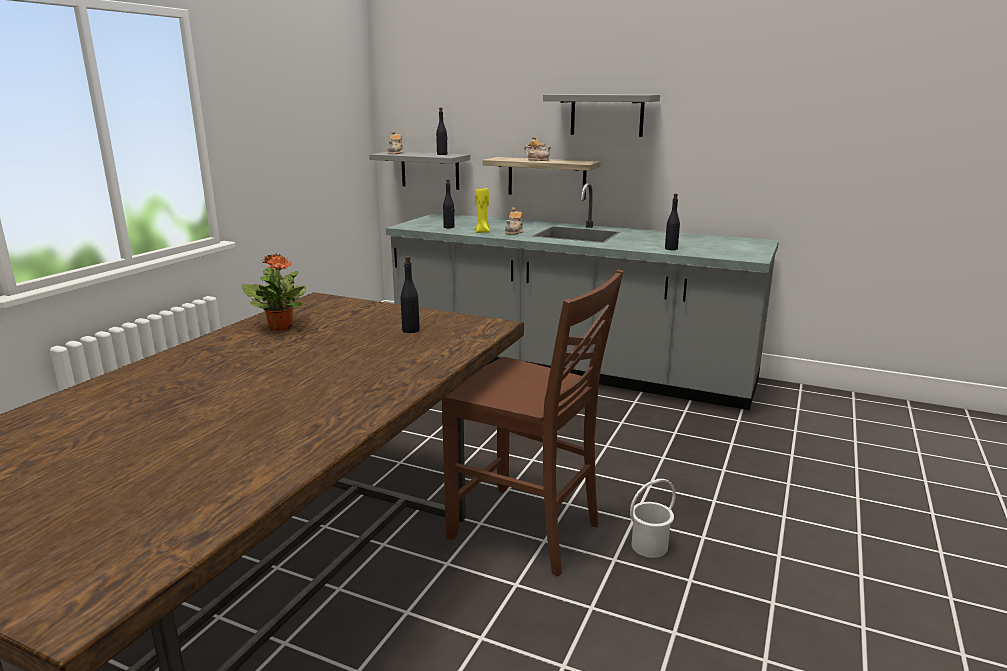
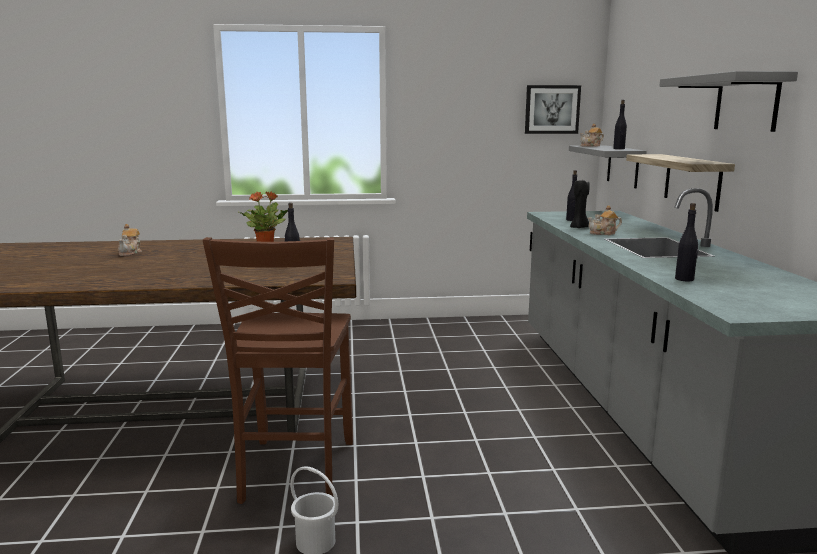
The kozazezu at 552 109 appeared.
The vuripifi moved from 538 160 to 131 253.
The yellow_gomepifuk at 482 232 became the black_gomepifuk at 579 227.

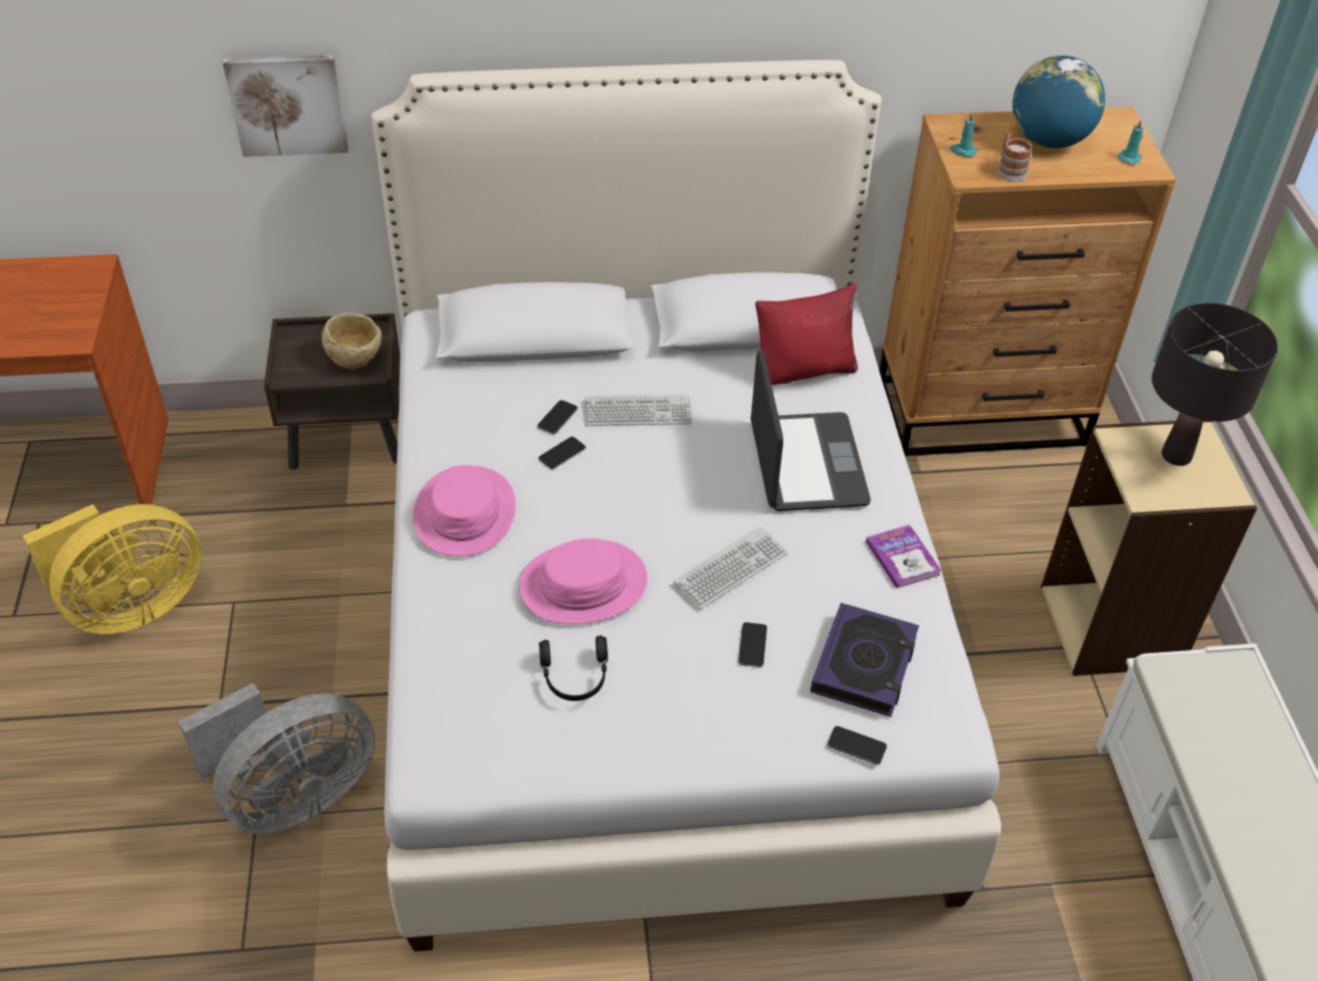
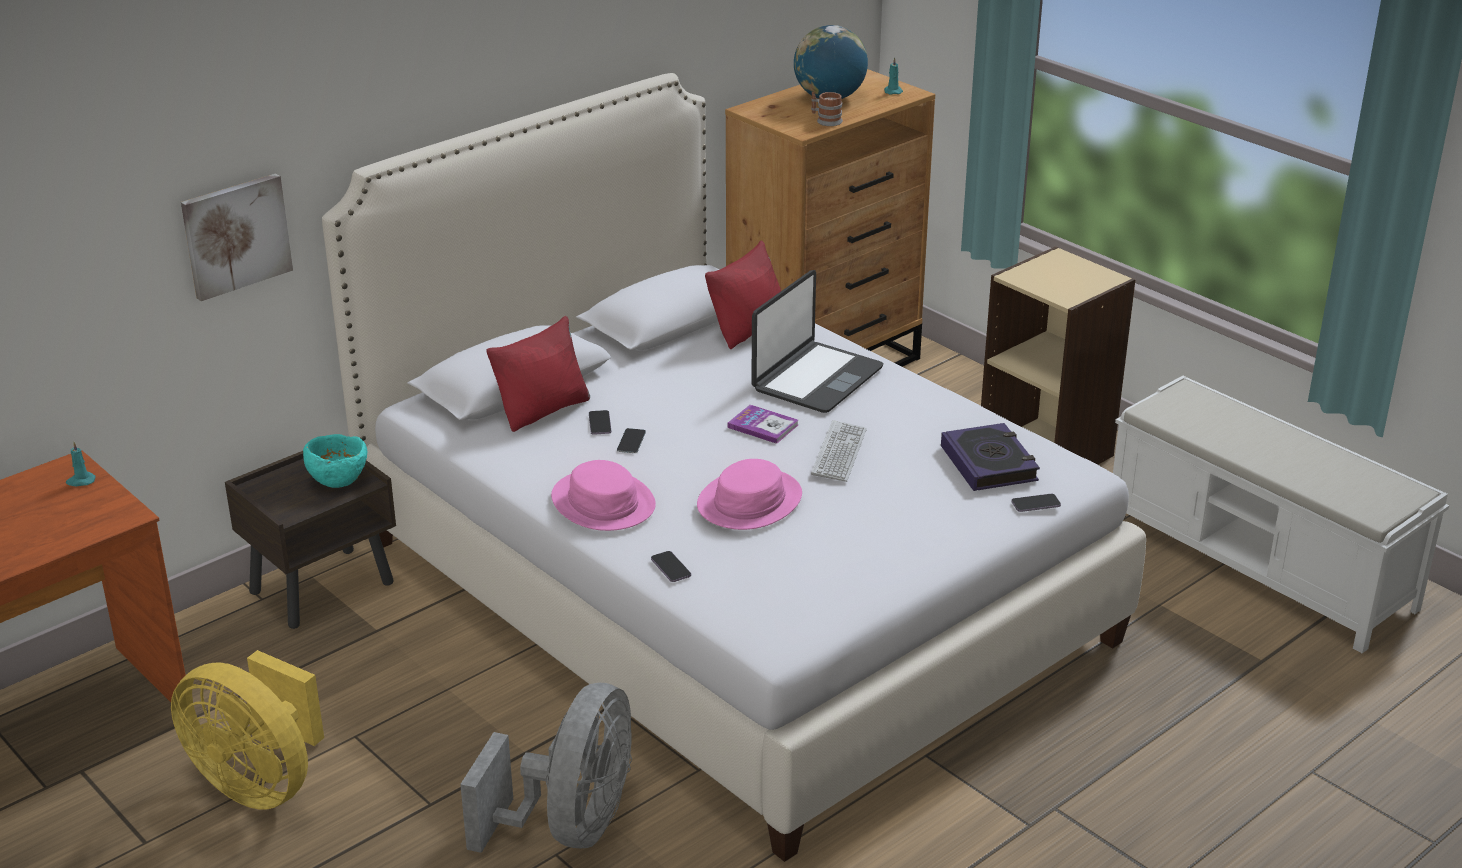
The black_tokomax at 575 677 disappeared.
The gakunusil at 638 412 disappeared.
The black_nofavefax at 1176 455 disappeared.
The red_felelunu at 543 410 appeared.
The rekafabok moved from 752 645 to 670 568.
The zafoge moved from 902 558 to 763 426.
The turquoise_gomepifuk moved from 962 151 to 80 481.
The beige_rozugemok at 356 359 became the turquoise_rozugemok at 338 480.
The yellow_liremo at 131 607 turned 105 degrees clockwise.
The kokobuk at 806 464 turned 75 degrees clockwise.

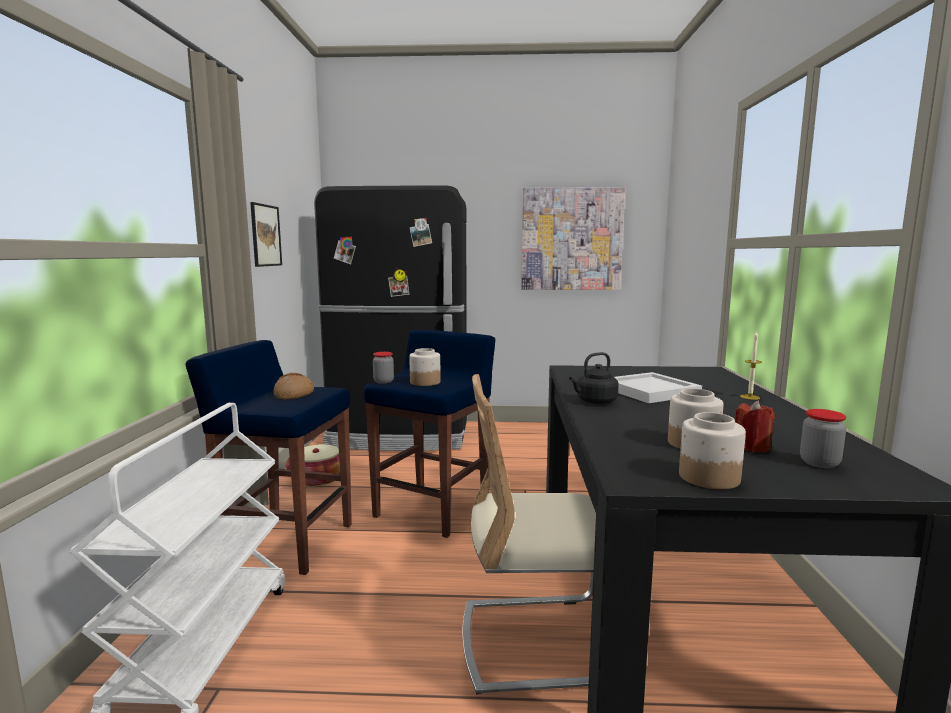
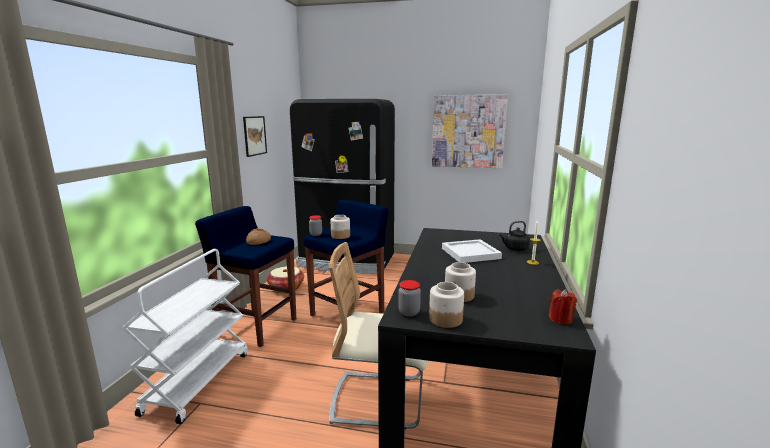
The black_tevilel moved from 594 401 to 515 249.
The red_gomepifuk moved from 751 447 to 560 319.
The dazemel moved from 819 463 to 409 312.

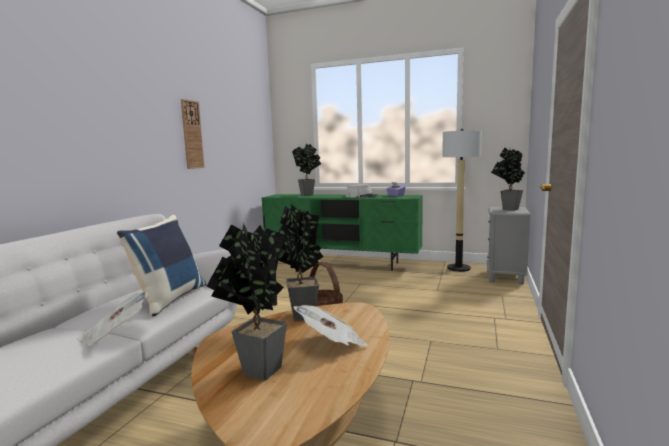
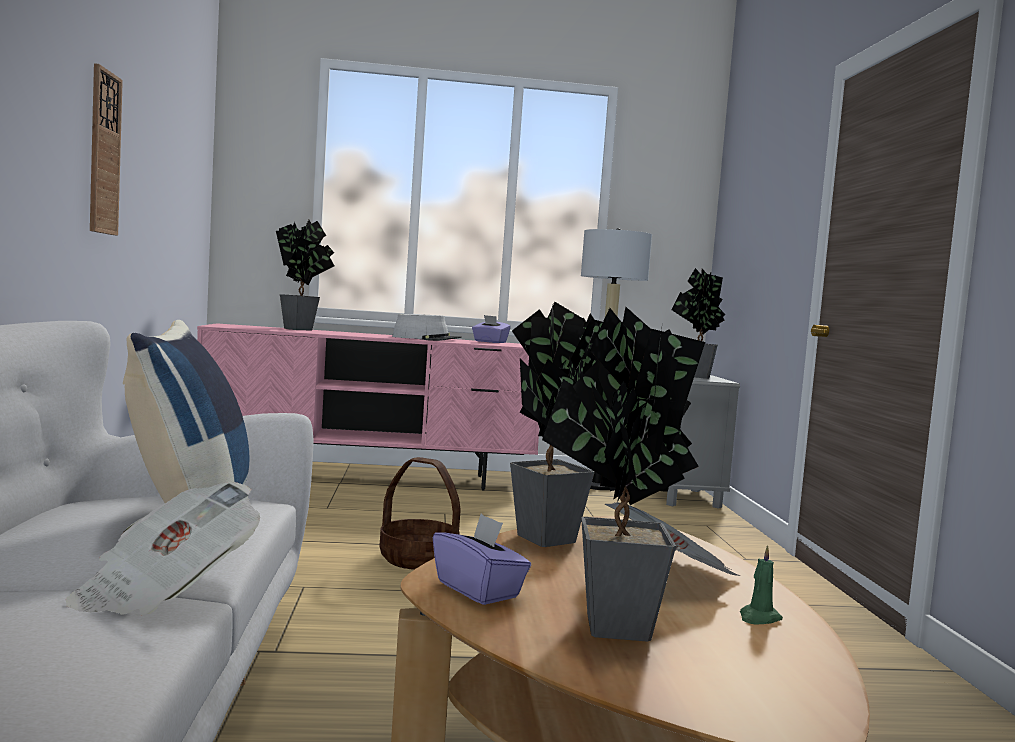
The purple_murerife at 478 590 appeared.
The green_gomepifuk at 759 618 appeared.
The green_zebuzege at 342 263 became the pink_zebuzege at 371 477.

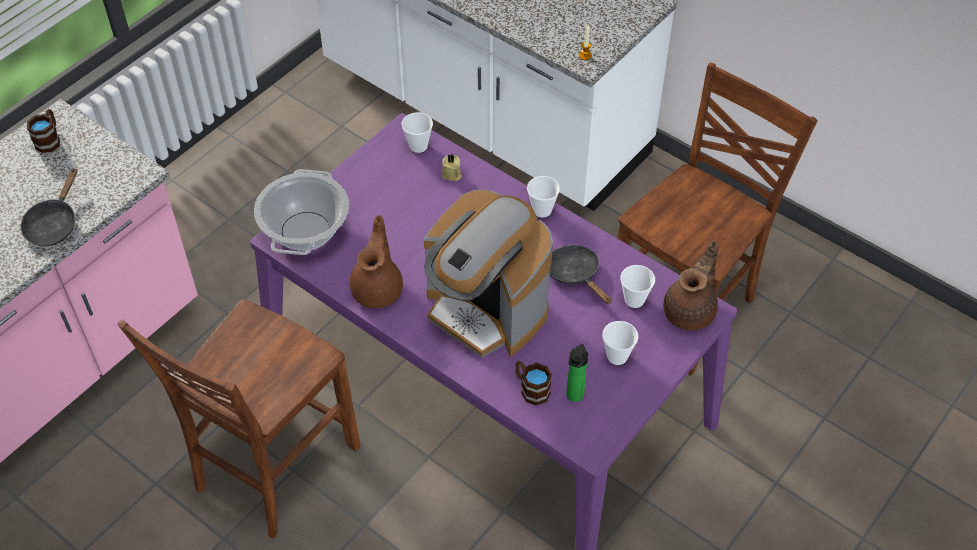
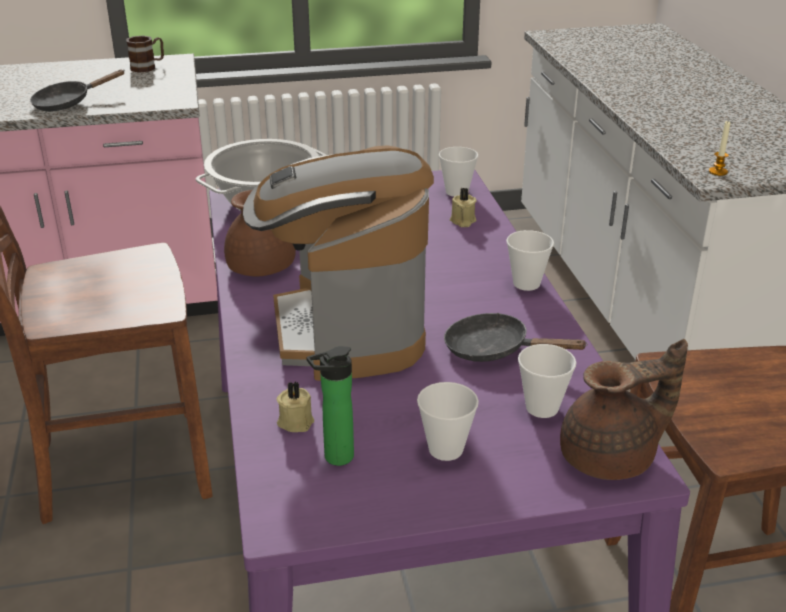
The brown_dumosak at 531 389 was replaced by the beige_gomepifuk at 295 421.
The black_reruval at 575 274 turned 75 degrees counterclockwise.

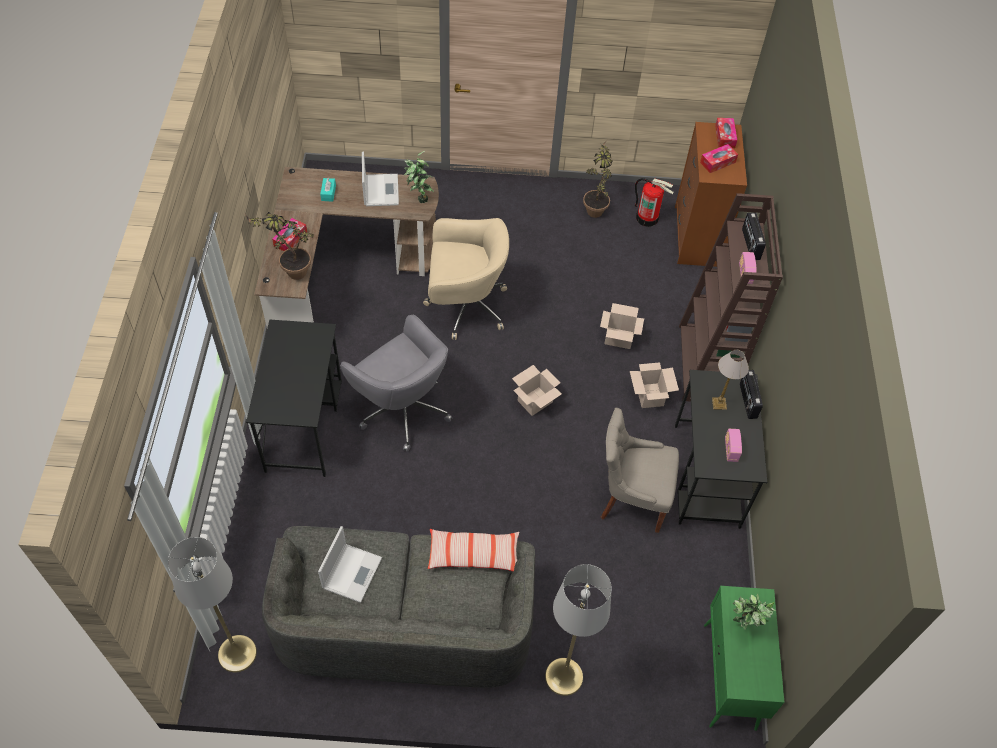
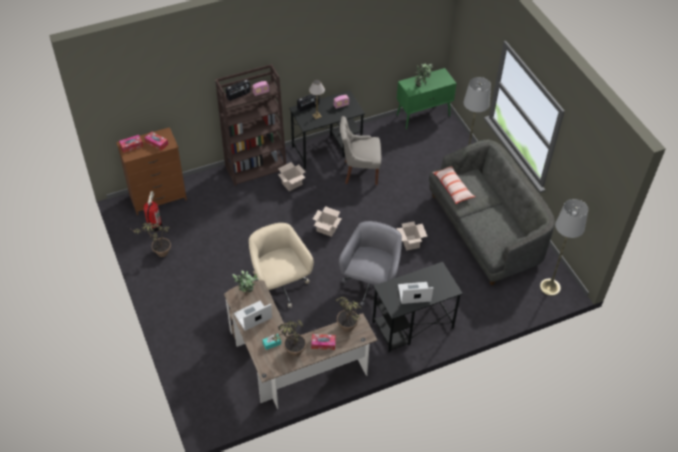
The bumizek at 291 353 appeared.
The kokobuk moved from 352 571 to 413 293.
The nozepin moved from 618 338 to 410 243.
The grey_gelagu at 631 498 turned 105 degrees clockwise.

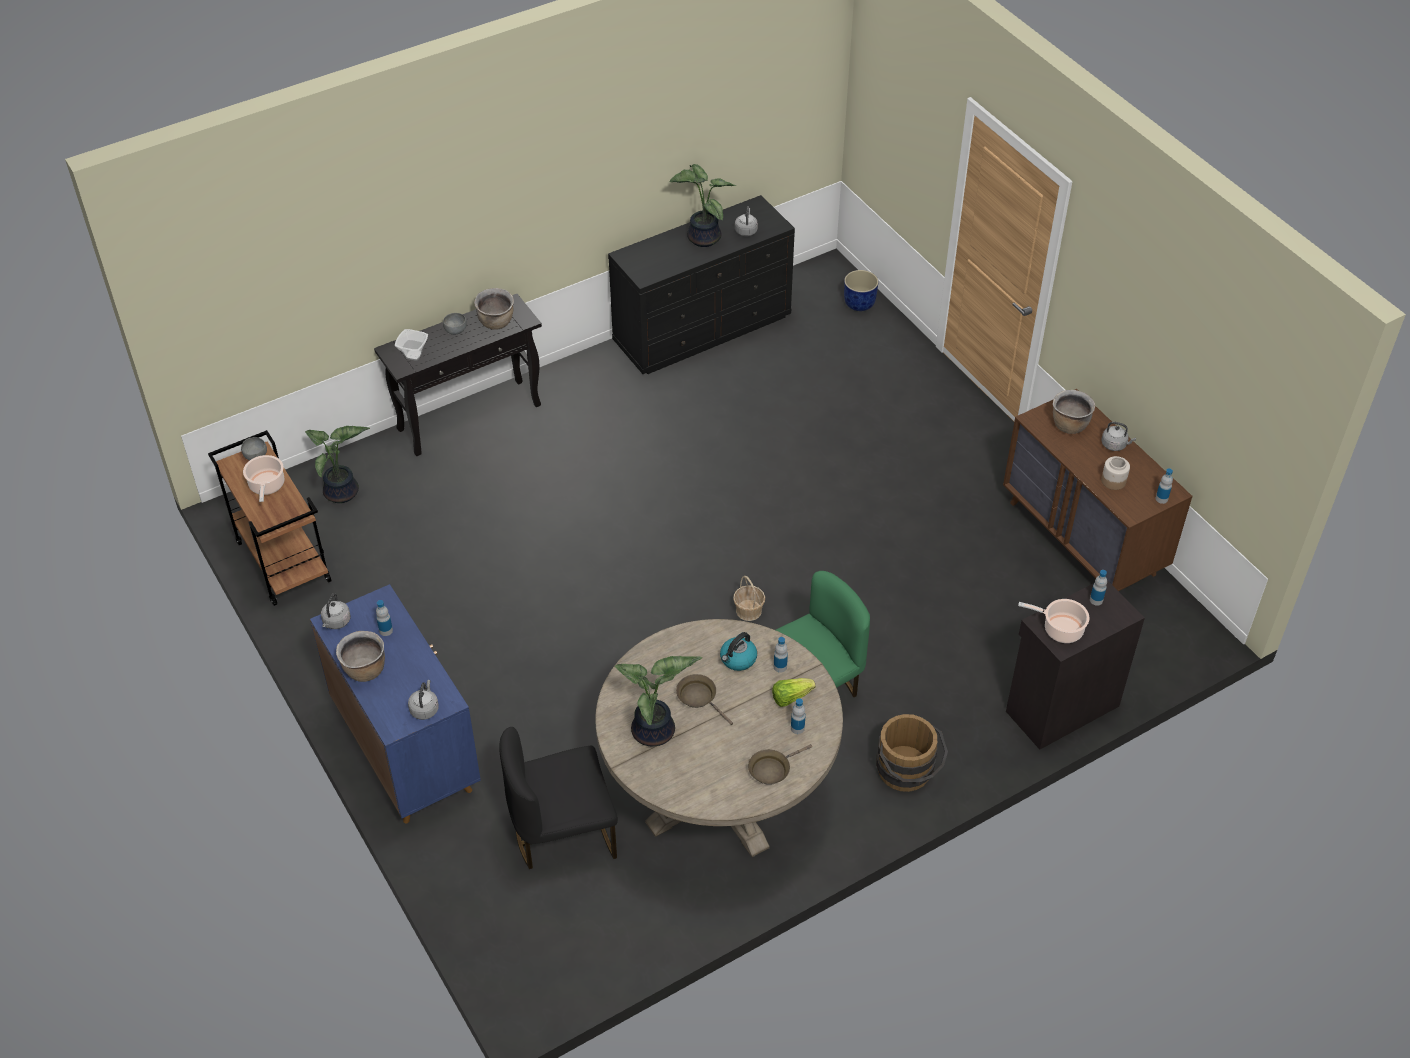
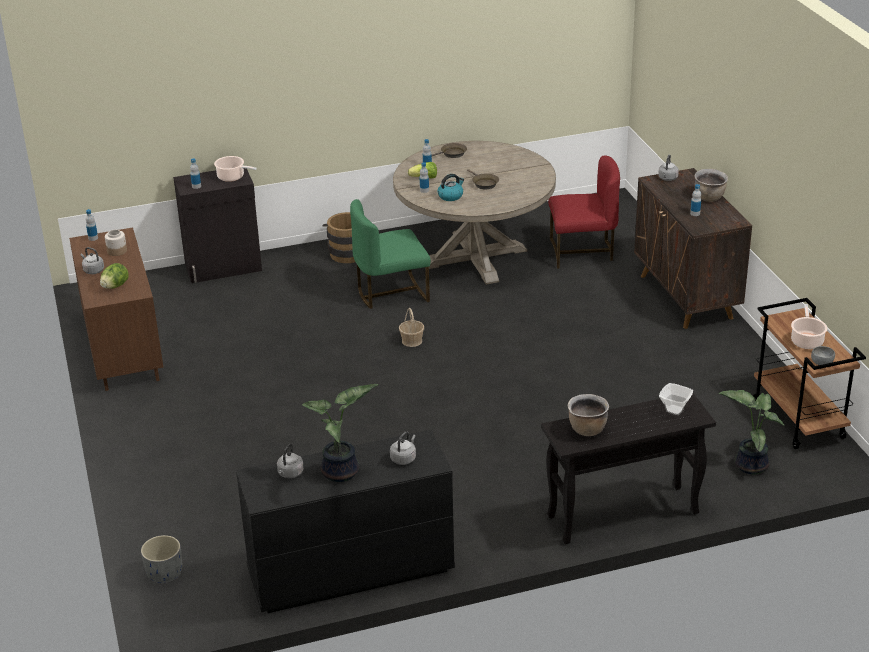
The grey_rozugemok at 455 330 disappeared.
The bumizek at 655 733 disappeared.
The grey_tevilel moved from 336 622 to 404 458.
The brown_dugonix at 1069 425 was replaced by the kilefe at 115 286.
The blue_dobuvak at 406 753 became the brown_dobuvak at 686 297.
The black_gelagu at 563 833 became the red_gelagu at 582 252.
The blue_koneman at 859 303 became the grey_koneman at 165 574.

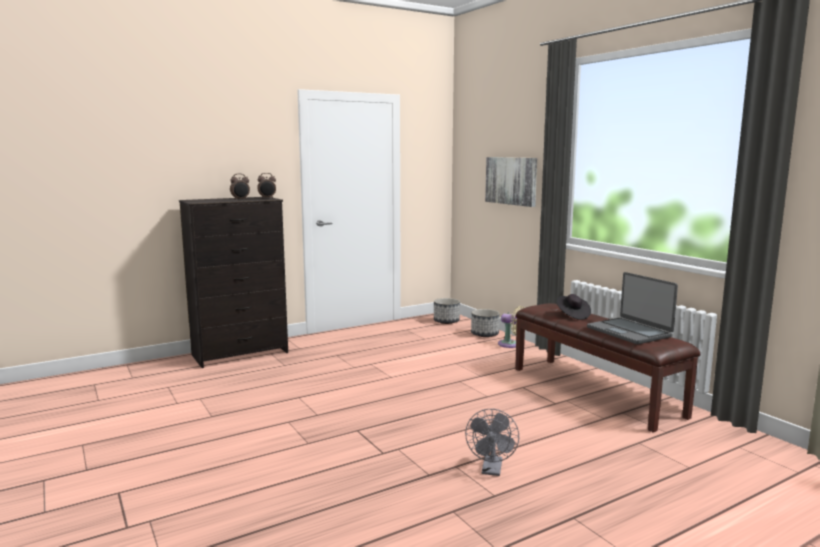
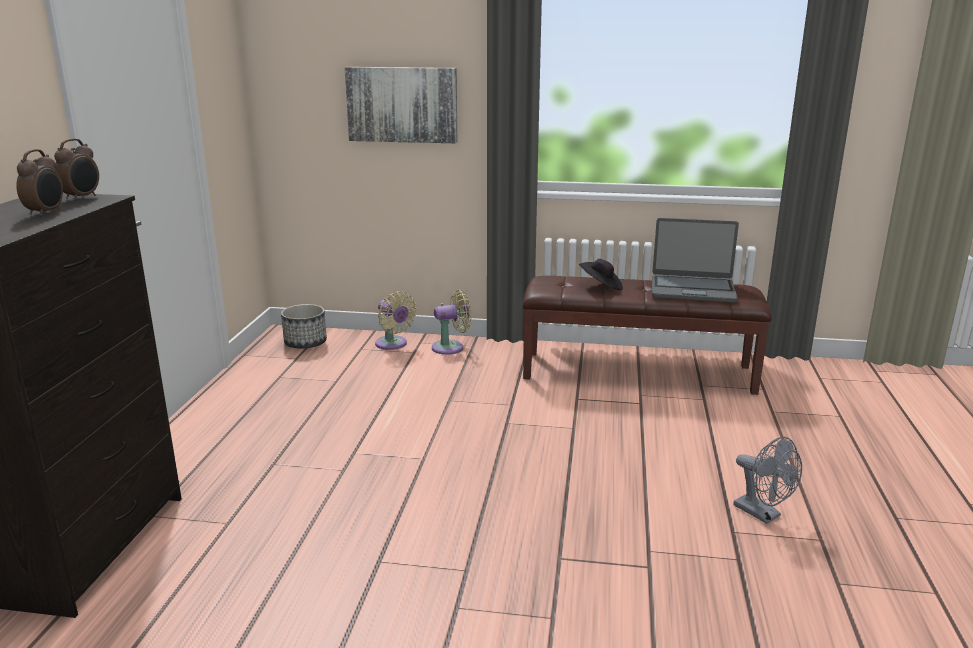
The koneman at 485 334 was replaced by the beige_liremo at 393 344.

